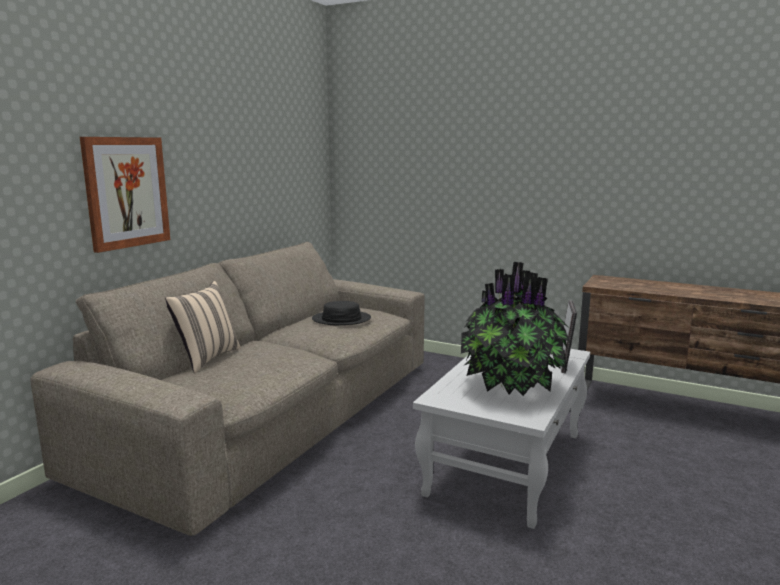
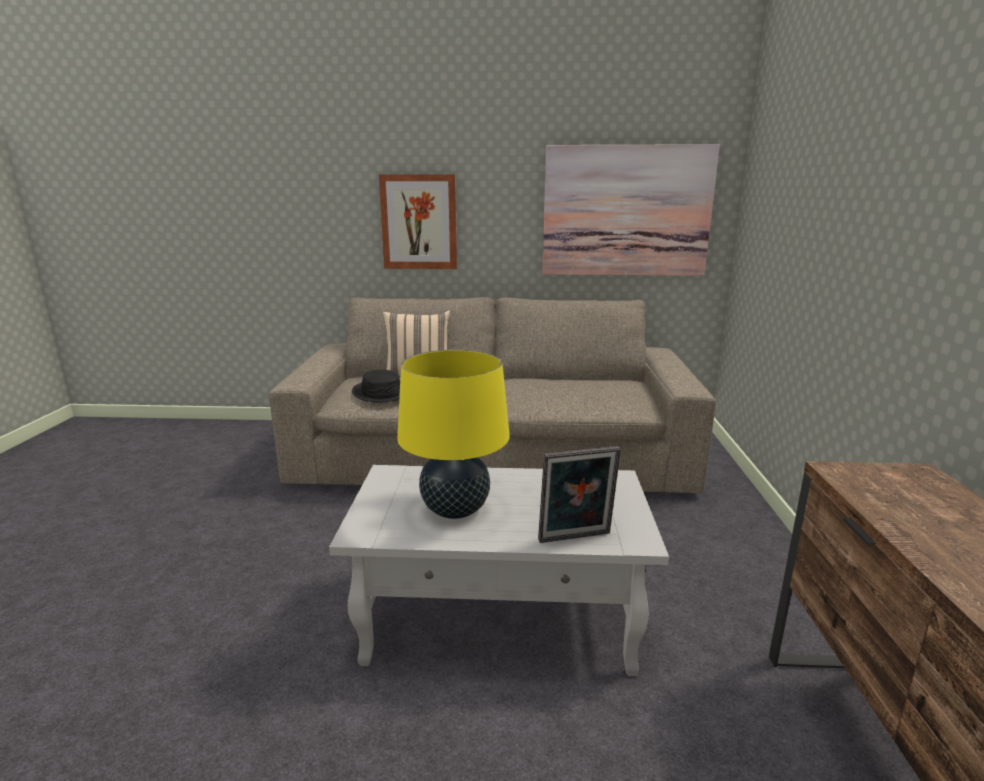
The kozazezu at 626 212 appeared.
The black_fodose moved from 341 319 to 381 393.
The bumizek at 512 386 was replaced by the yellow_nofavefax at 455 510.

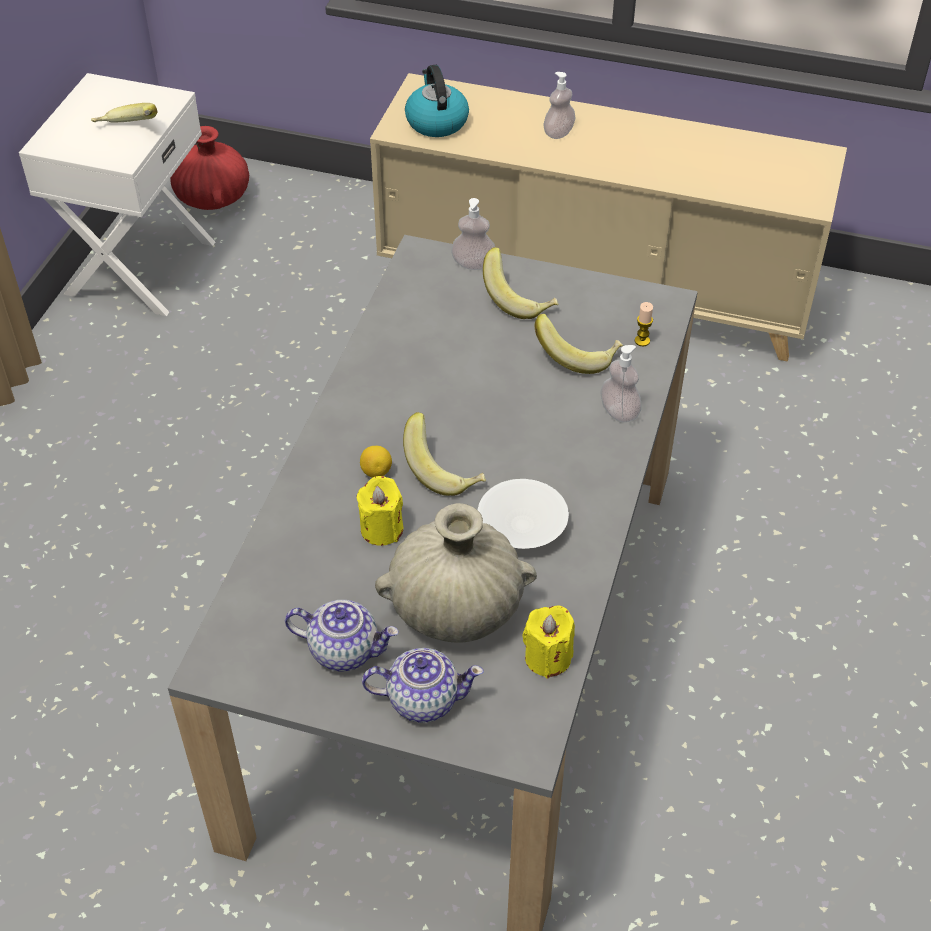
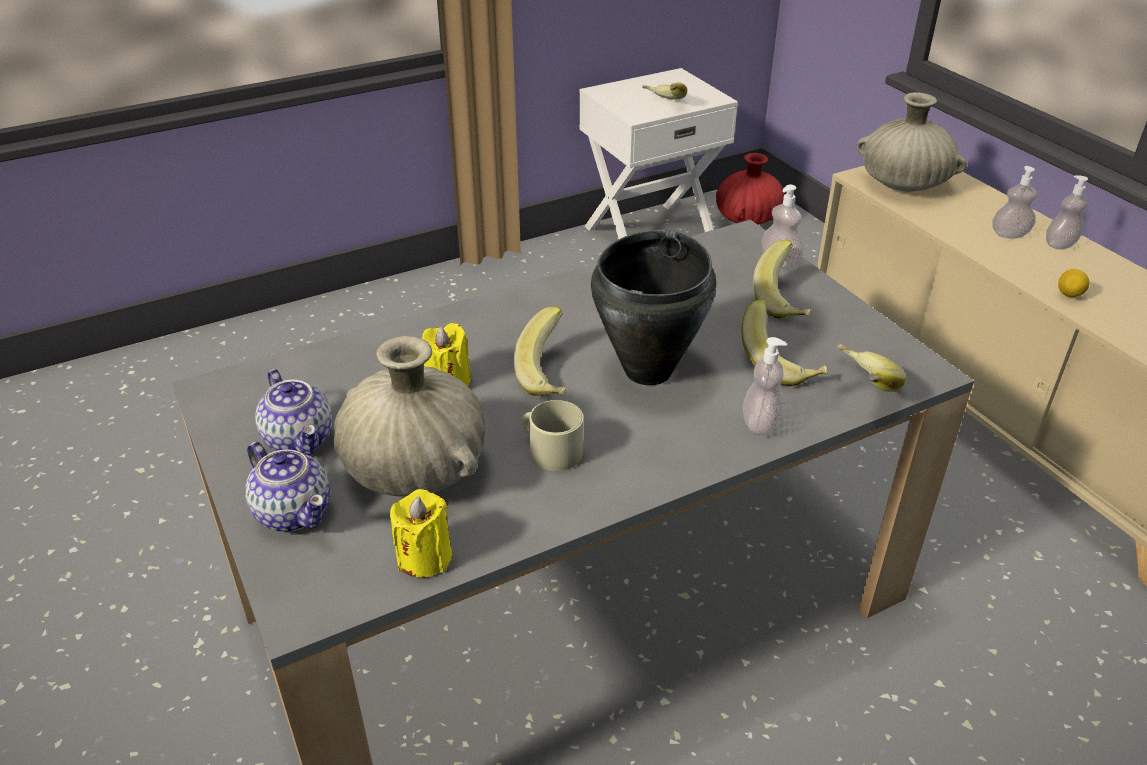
The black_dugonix at 649 370 appeared.
The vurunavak at 1060 244 appeared.
The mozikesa moved from 376 472 to 1069 295.
The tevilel at 436 122 was replaced by the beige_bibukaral at 903 185.
The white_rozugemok at 521 527 was replaced by the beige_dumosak at 550 450.
The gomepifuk at 642 341 was replaced by the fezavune at 860 386.

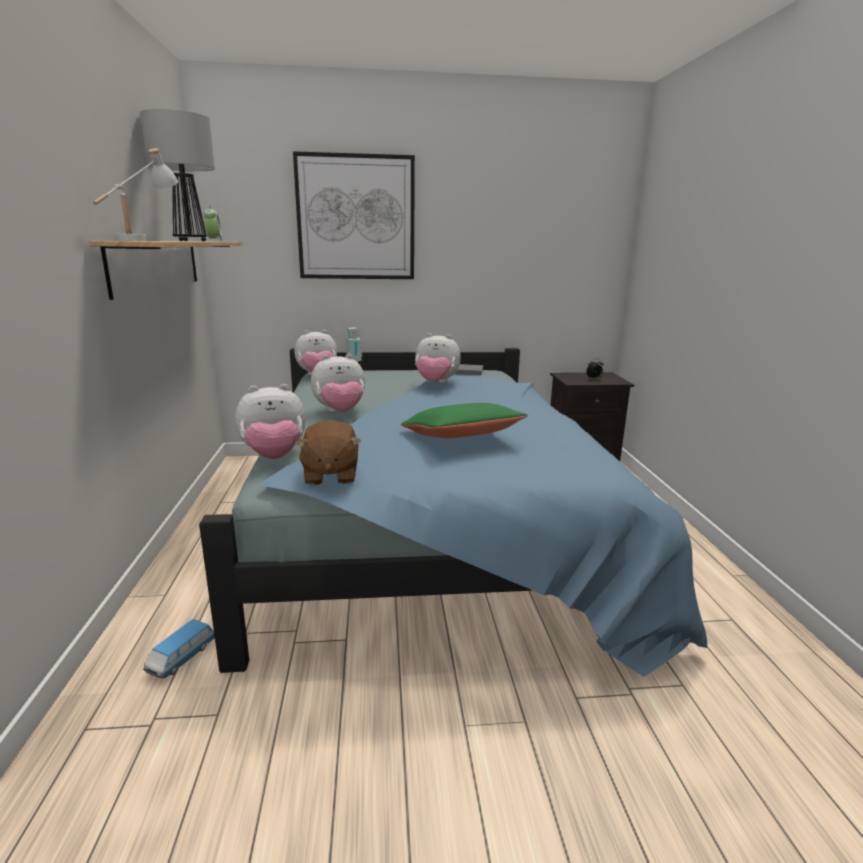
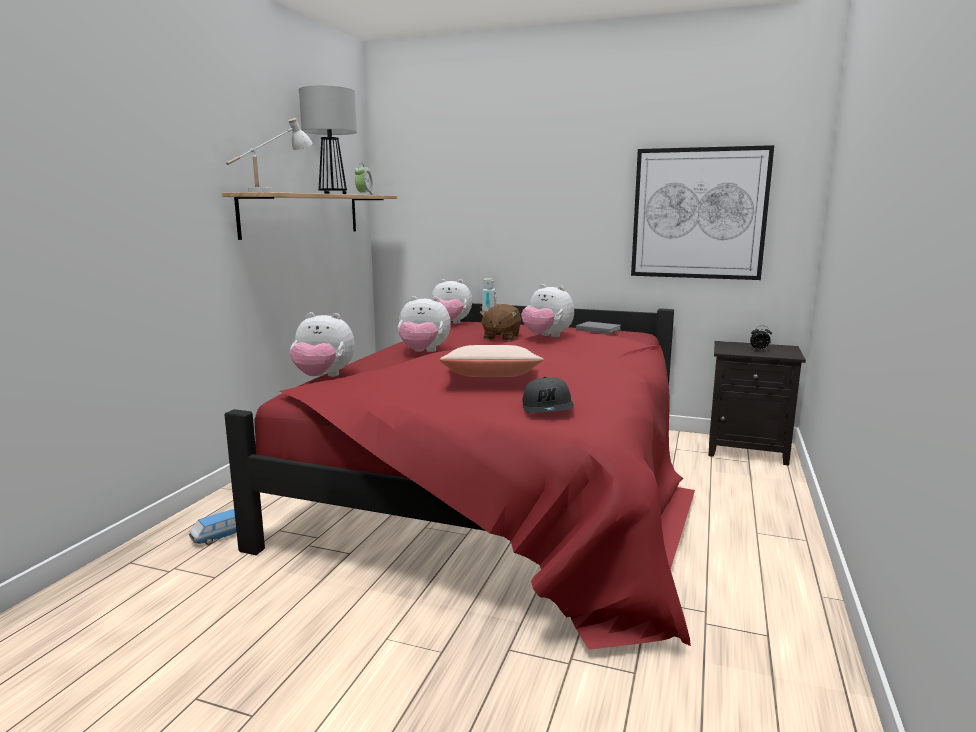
The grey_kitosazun at 548 408 appeared.
The kozazezu moved from 356 218 to 698 214.
The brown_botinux moved from 330 475 to 501 337.
The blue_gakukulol at 431 529 became the red_gakukulol at 507 485.
The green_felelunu at 460 438 became the beige_felelunu at 491 380.

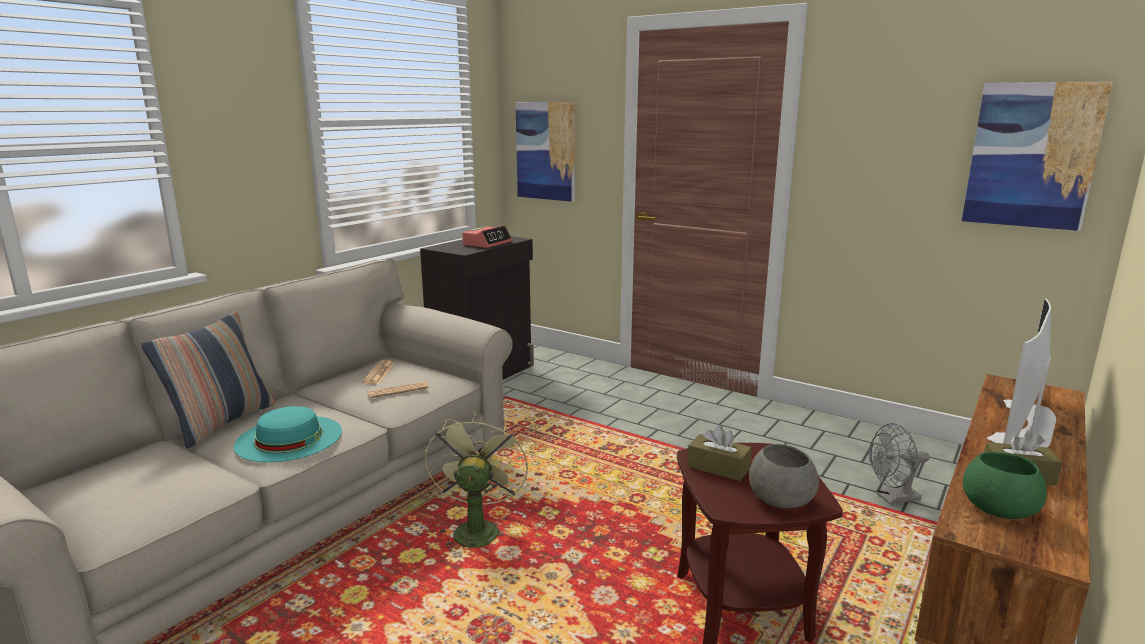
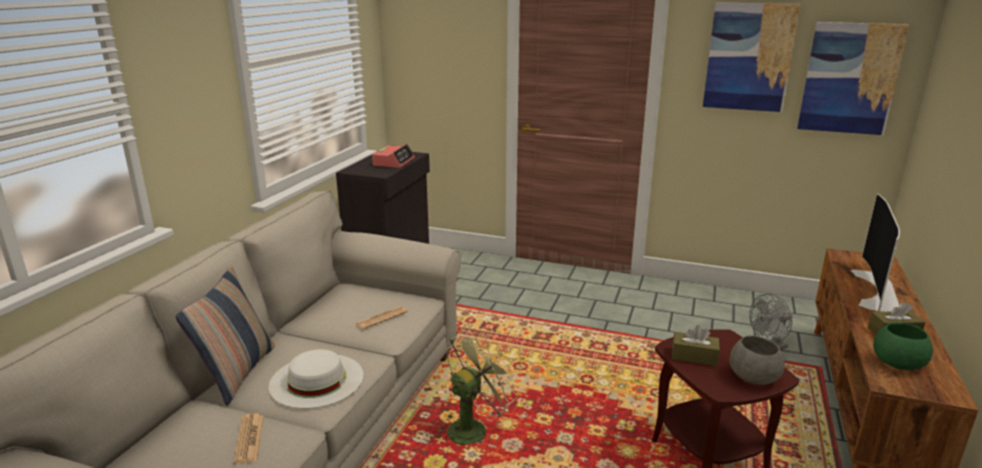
The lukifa moved from 379 373 to 249 439.
The kozazezu moved from 546 151 to 749 57.
The turquoise_fodose at 289 438 became the white_fodose at 317 380.
The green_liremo at 476 528 turned 60 degrees clockwise.

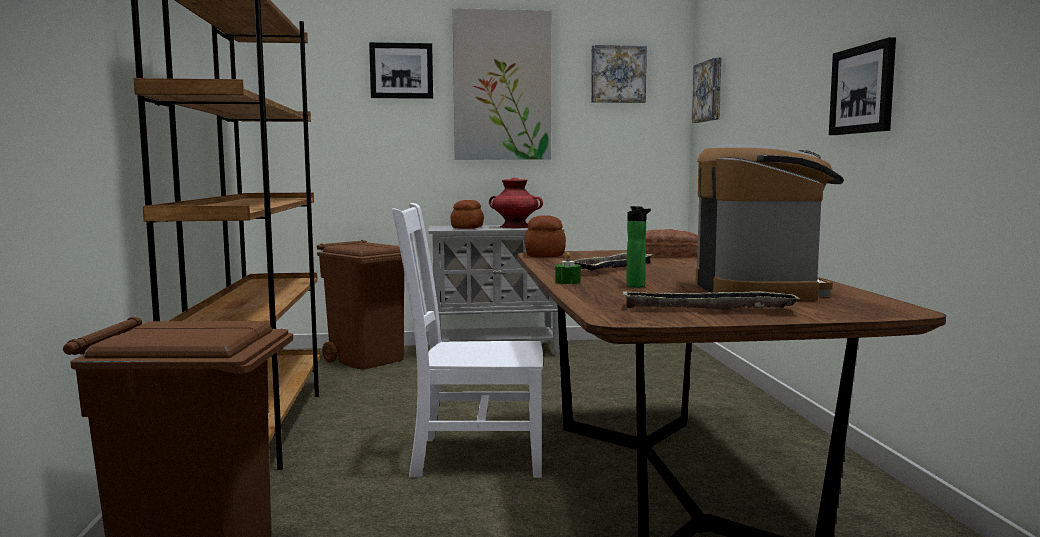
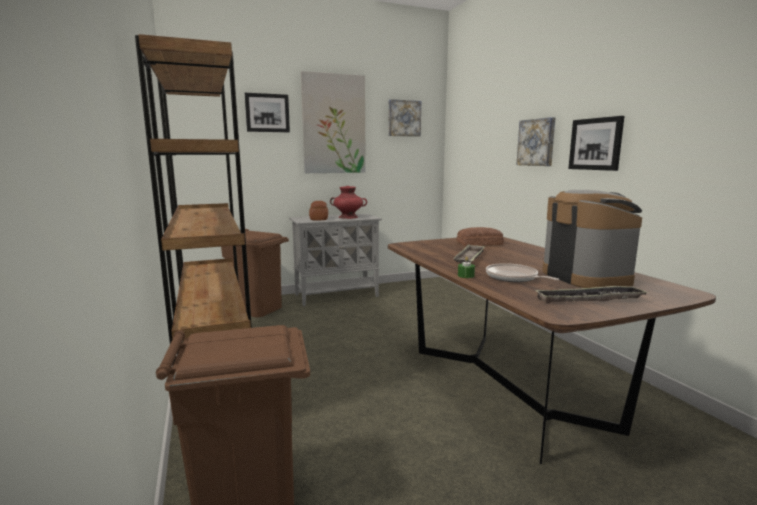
The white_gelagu at 472 456 disappeared.
The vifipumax at 544 255 disappeared.
The kozazezu moved from 709 91 to 537 142.
The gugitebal at 637 286 was replaced by the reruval at 513 278.

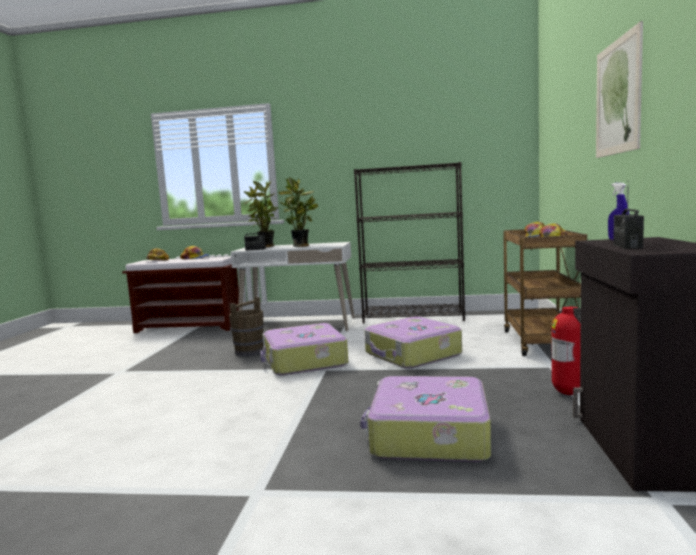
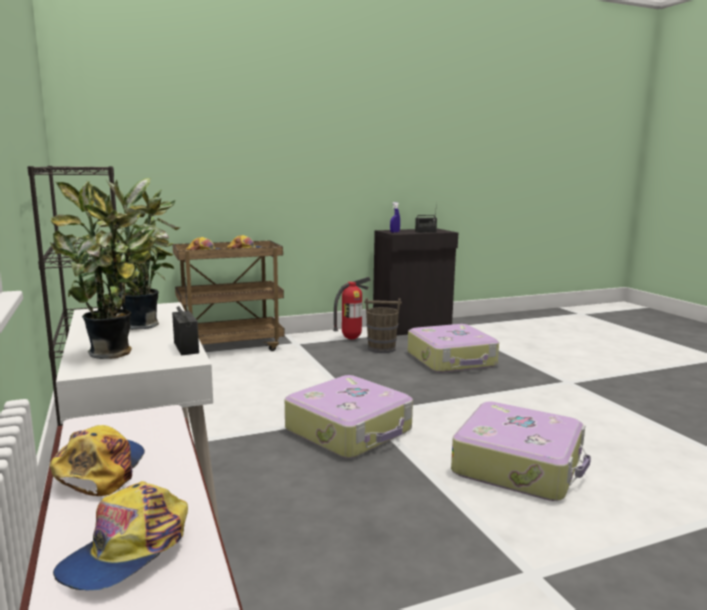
The kozazezu at 618 97 disappeared.
The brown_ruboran moved from 249 351 to 382 349.
The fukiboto moved from 412 354 to 519 465.

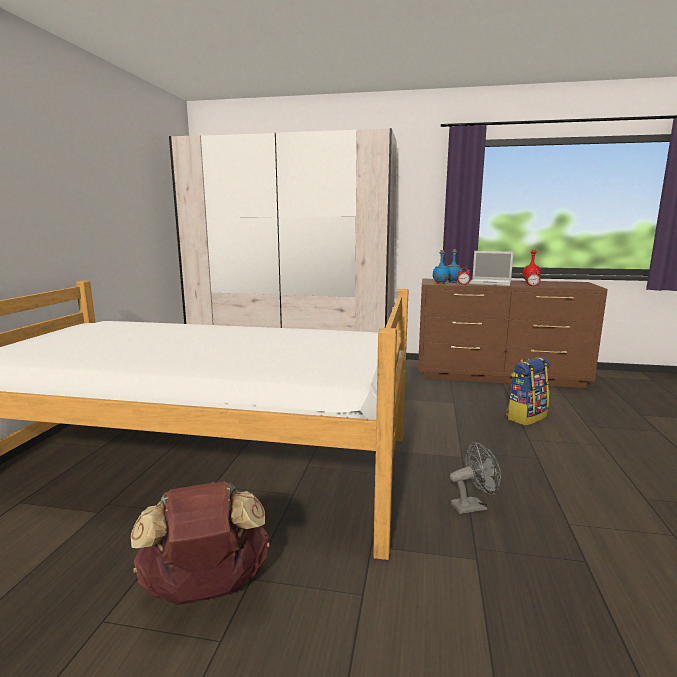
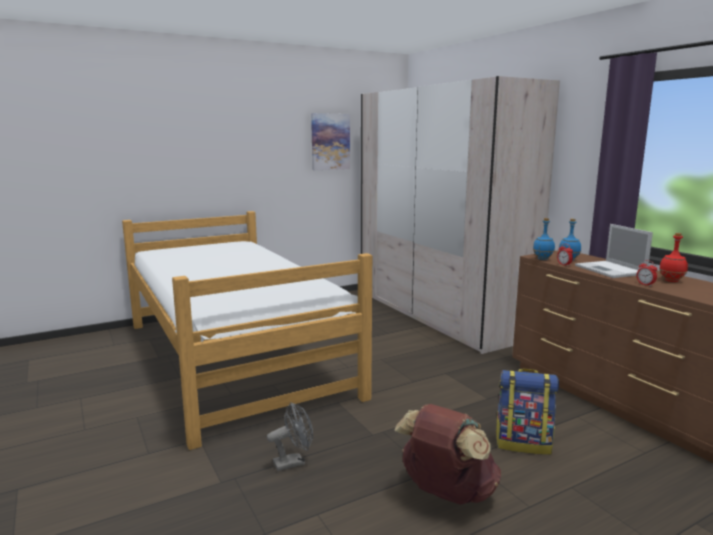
The kozazezu at 330 142 appeared.
The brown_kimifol moved from 206 590 to 446 493.
The grey_liremo at 473 506 turned 60 degrees counterclockwise.

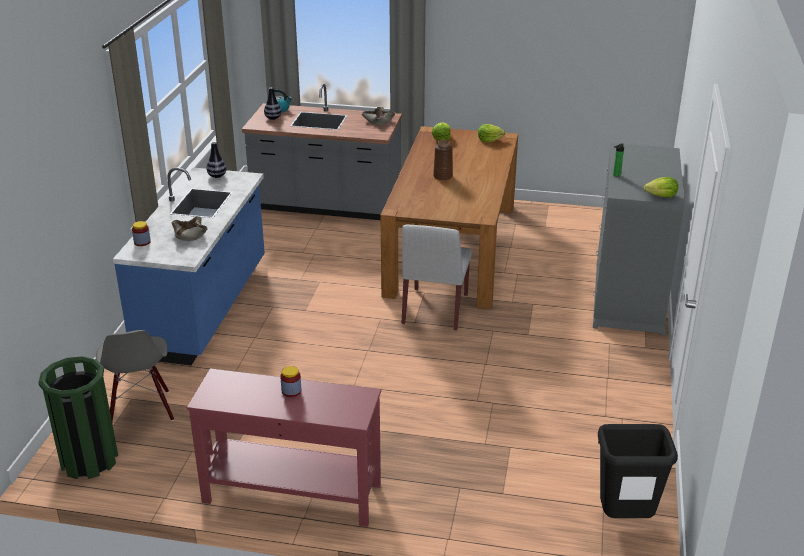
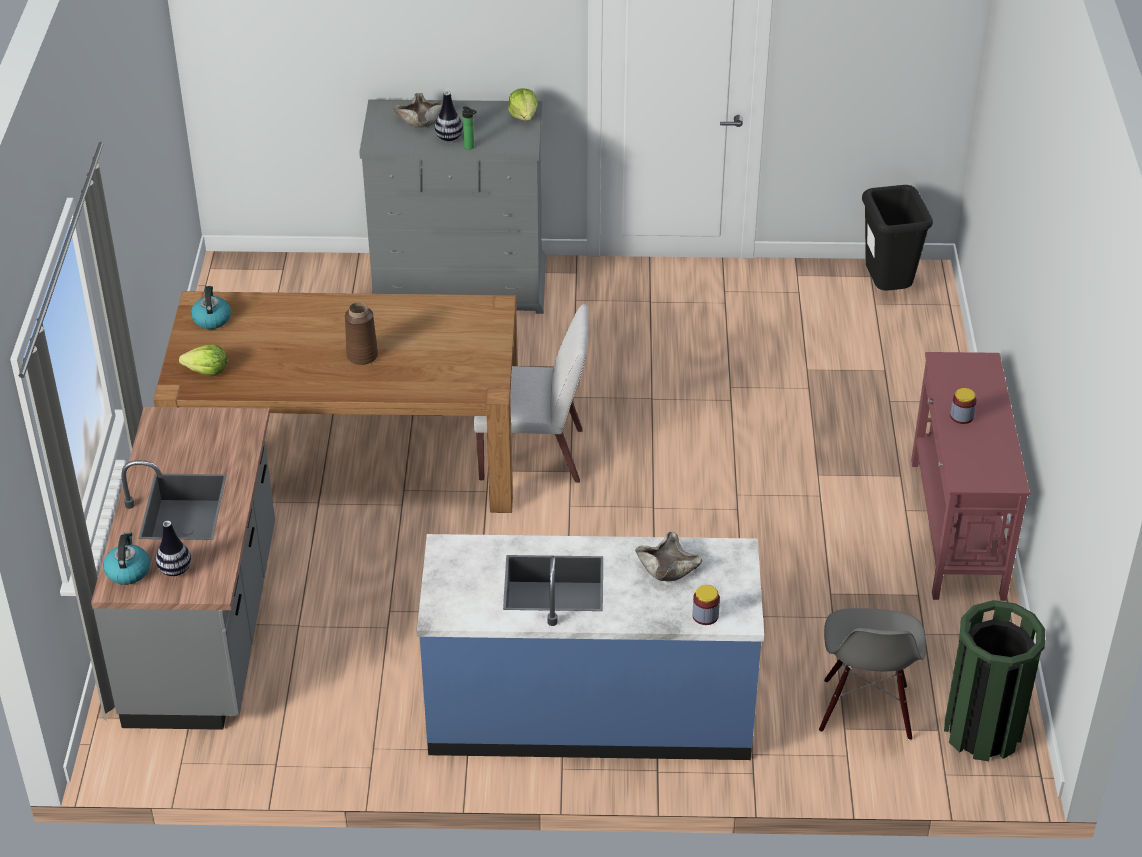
The bibukaral moved from 217 176 to 449 138.
The beige_rozugemok moved from 378 121 to 421 120.
The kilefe at 489 140 was replaced by the tevilel at 211 319.
The grey_gelagu at 140 410 turned 120 degrees clockwise.

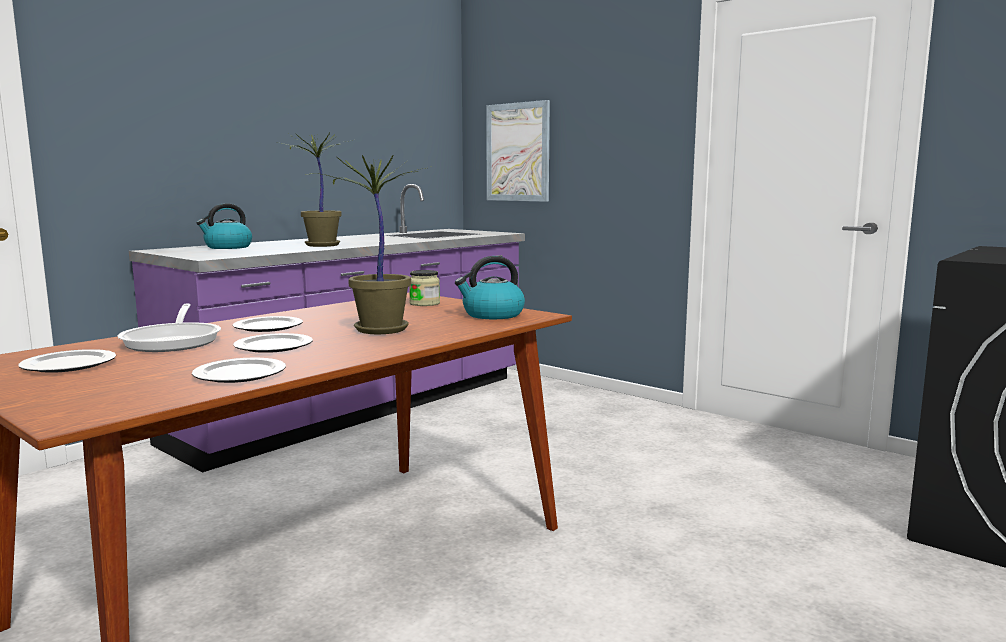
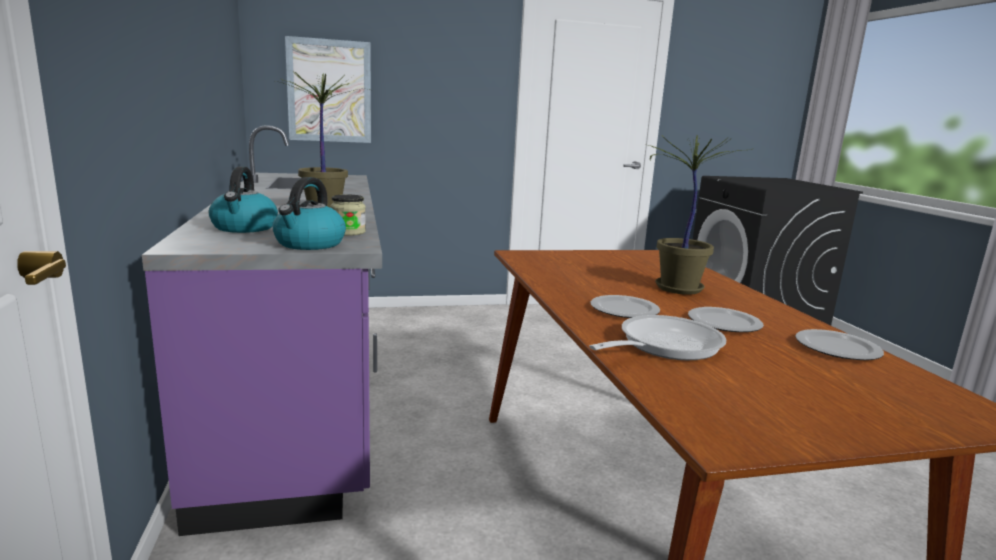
The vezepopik at 68 364 disappeared.
The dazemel moved from 424 303 to 348 232.
The tevilel moved from 492 315 to 309 244.
The reruval at 174 341 turned 60 degrees counterclockwise.

